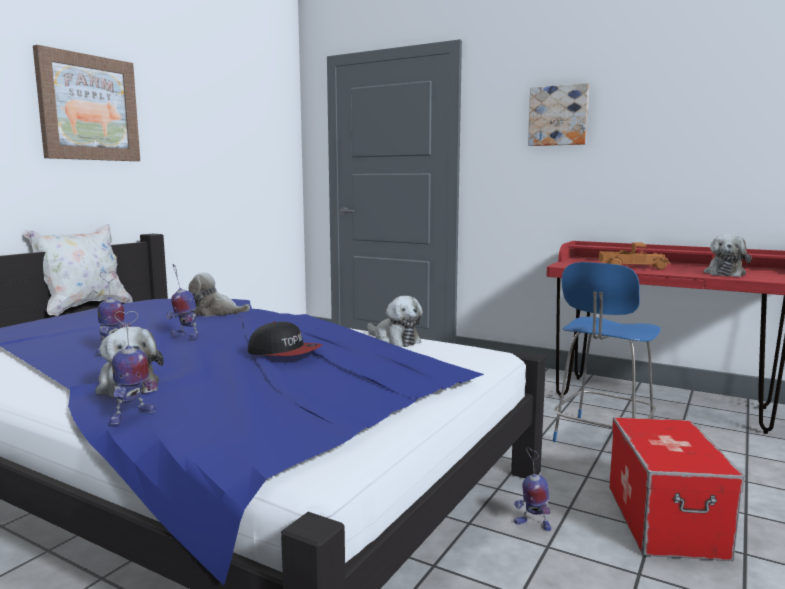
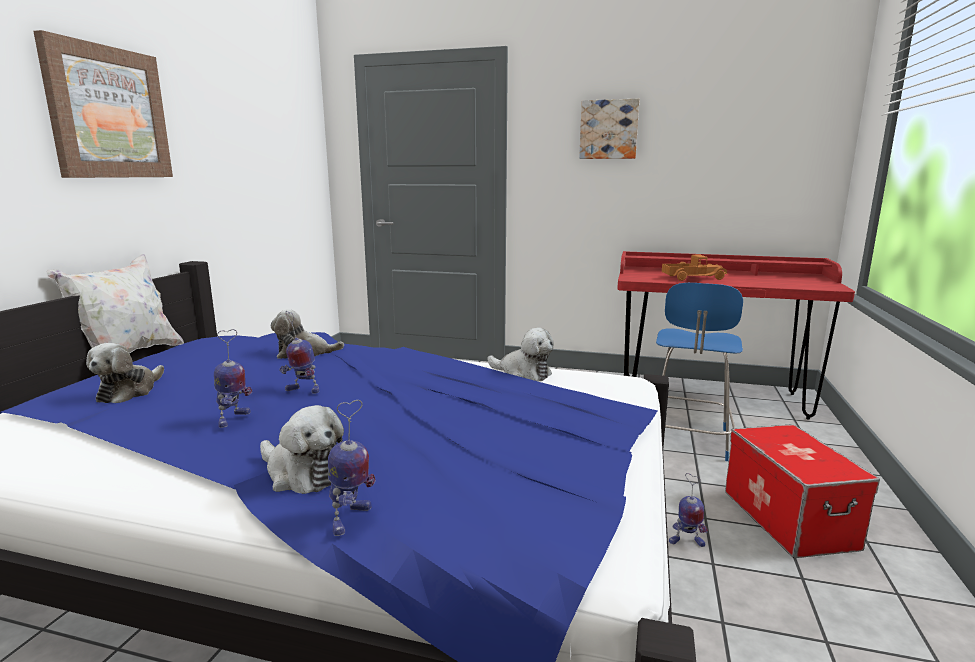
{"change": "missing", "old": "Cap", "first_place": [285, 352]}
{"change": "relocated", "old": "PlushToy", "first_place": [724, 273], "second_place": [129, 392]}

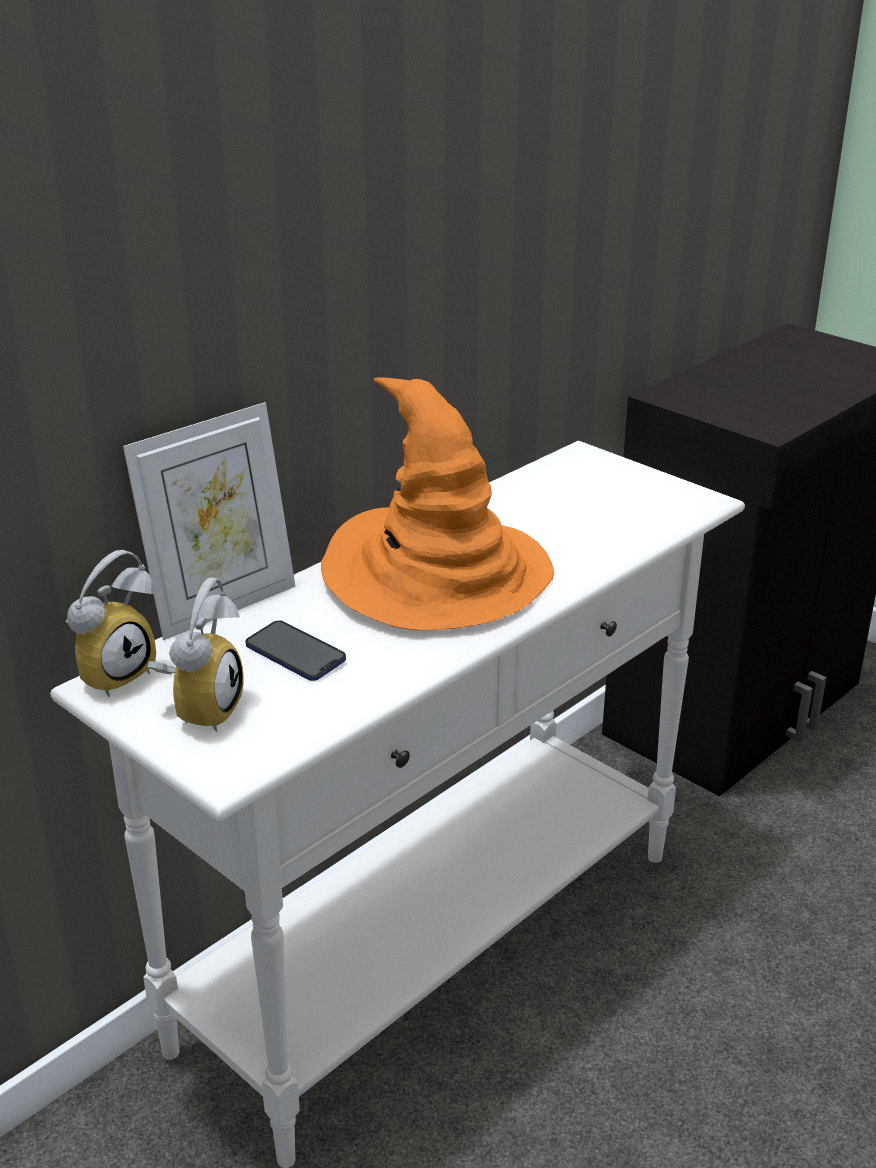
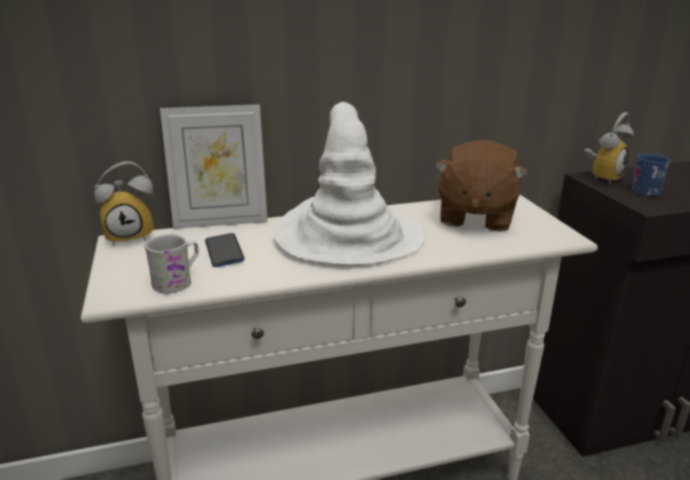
{"change": "relocated", "old": "AlarmClock", "first_place": [200, 708], "second_place": [602, 177]}
{"change": "colour", "old": "OrangeHat", "new": "WhiteHat", "first_place": [437, 575], "second_place": [348, 235]}
{"change": "appeared", "new": "WhiteMug", "second_place": [178, 282]}
{"change": "appeared", "new": "BrownPlushToy", "second_place": [475, 216]}
{"change": "appeared", "new": "BlueMug", "second_place": [644, 189]}

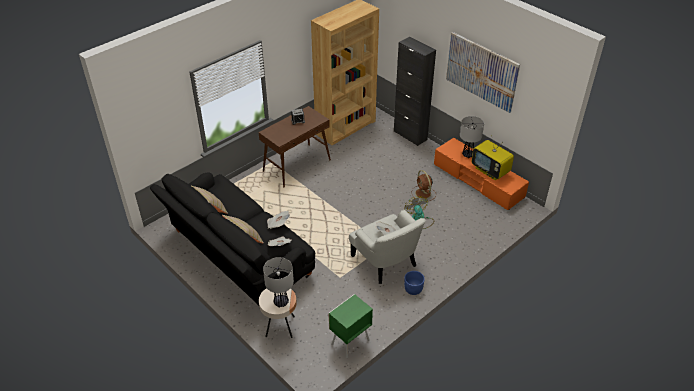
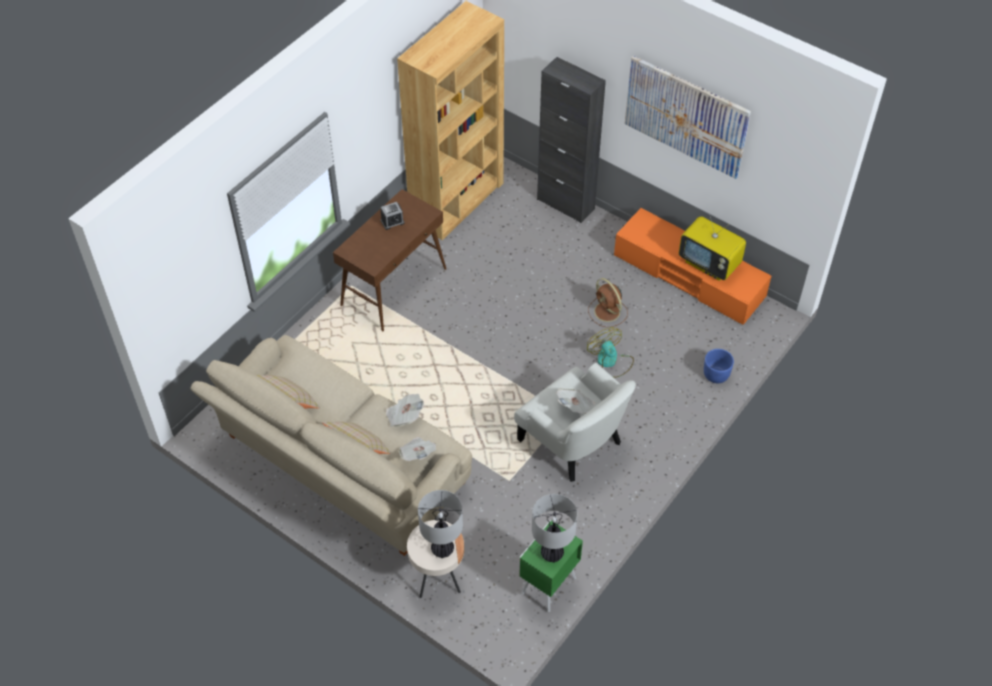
{"change": "colour", "old": "BlackSofa", "new": "BeigeSofa", "first_place": [237, 256], "second_place": [340, 467]}
{"change": "relocated", "old": "BluePlanter", "first_place": [413, 289], "second_place": [716, 375]}
{"change": "relocated", "old": "TableLamp", "first_place": [468, 154], "second_place": [552, 553]}

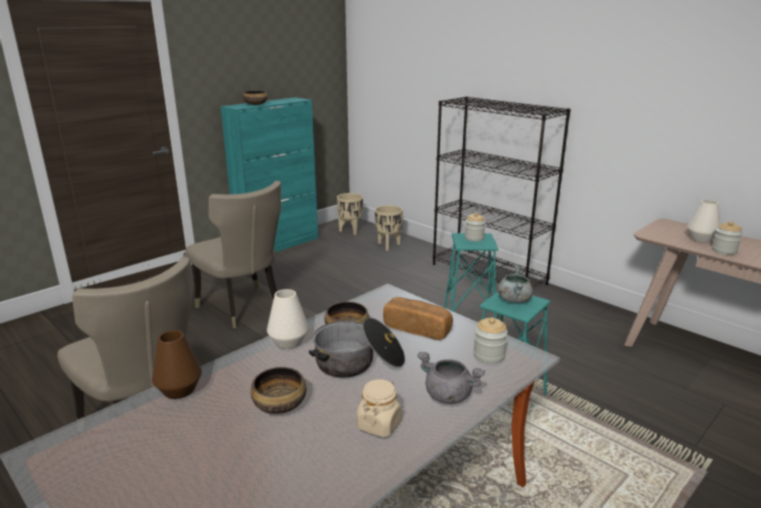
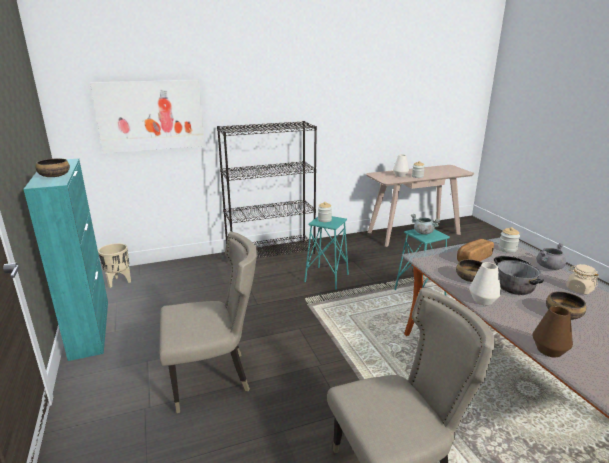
{"change": "missing", "old": "BeigePlanter", "first_place": [388, 246]}
{"change": "appeared", "new": "Picture", "second_place": [151, 115]}

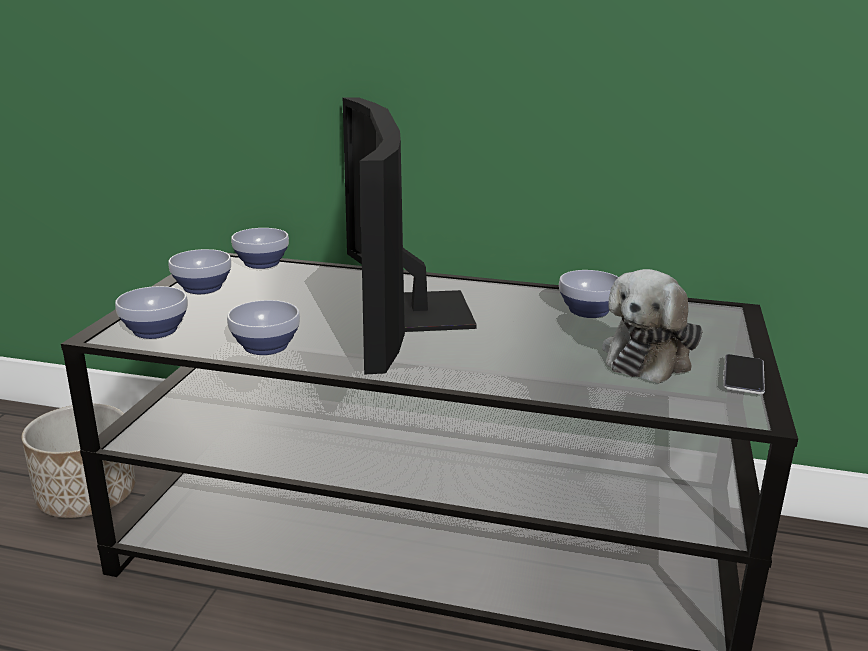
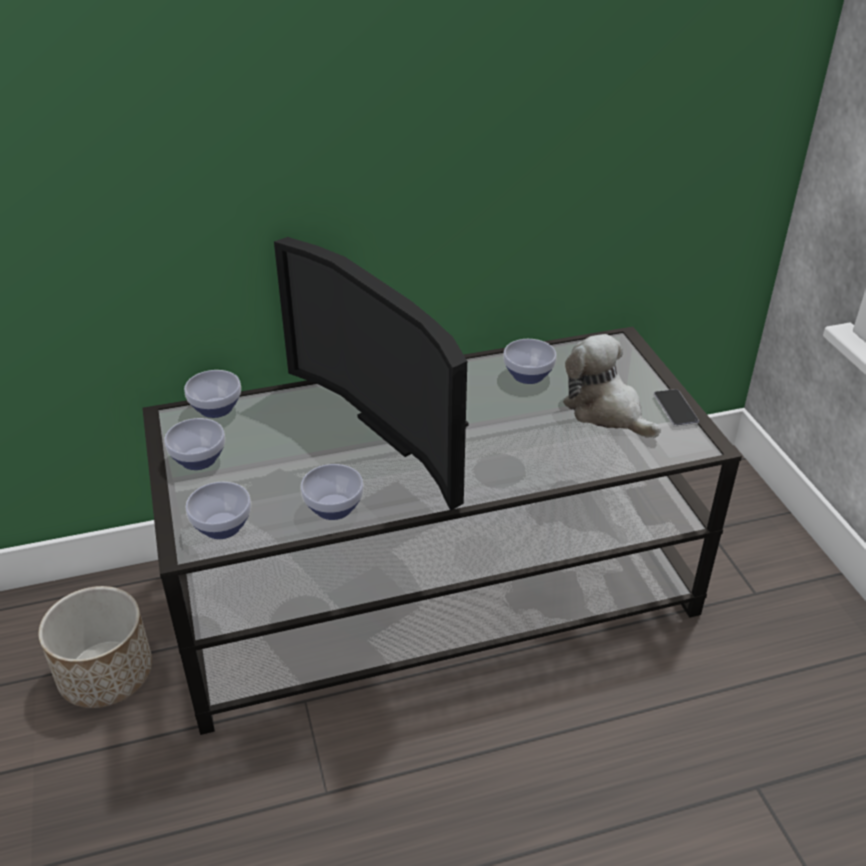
{"change": "spun", "old": "PlushToy", "first_place": [649, 357], "second_place": [606, 411], "degrees": 135}

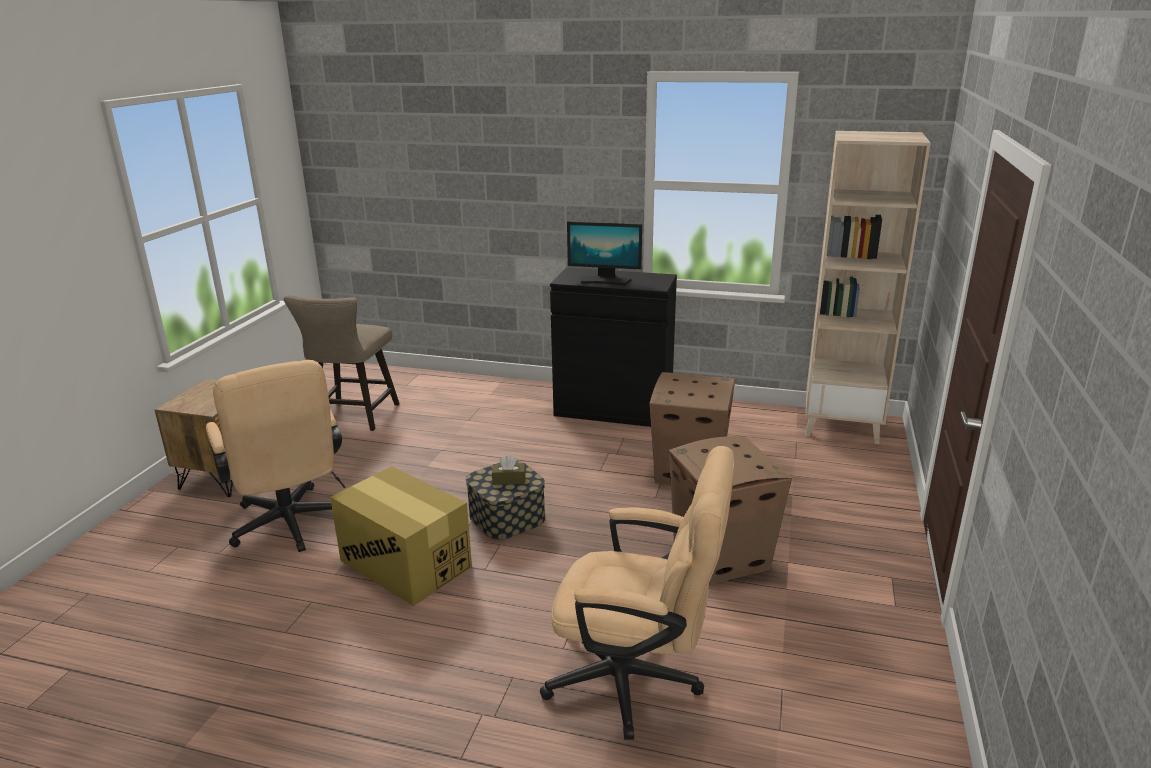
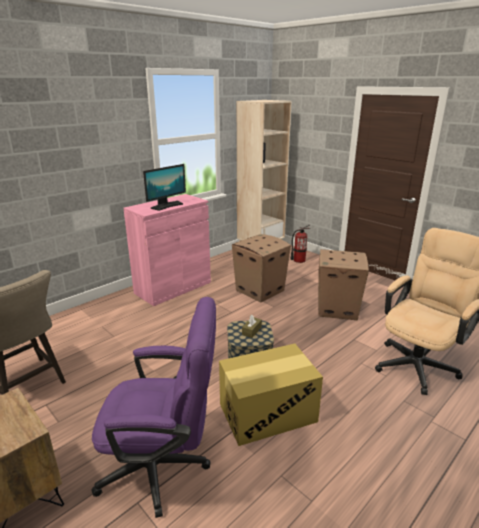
{"change": "colour", "old": "BeigeOfficeChair", "new": "PurpleOfficeChair", "first_place": [290, 527], "second_place": [164, 467]}
{"change": "colour", "old": "BlackCabinet", "new": "PinkCabinet", "first_place": [613, 410], "second_place": [173, 288]}
{"change": "appeared", "new": "FireExtinguisher", "second_place": [299, 260]}

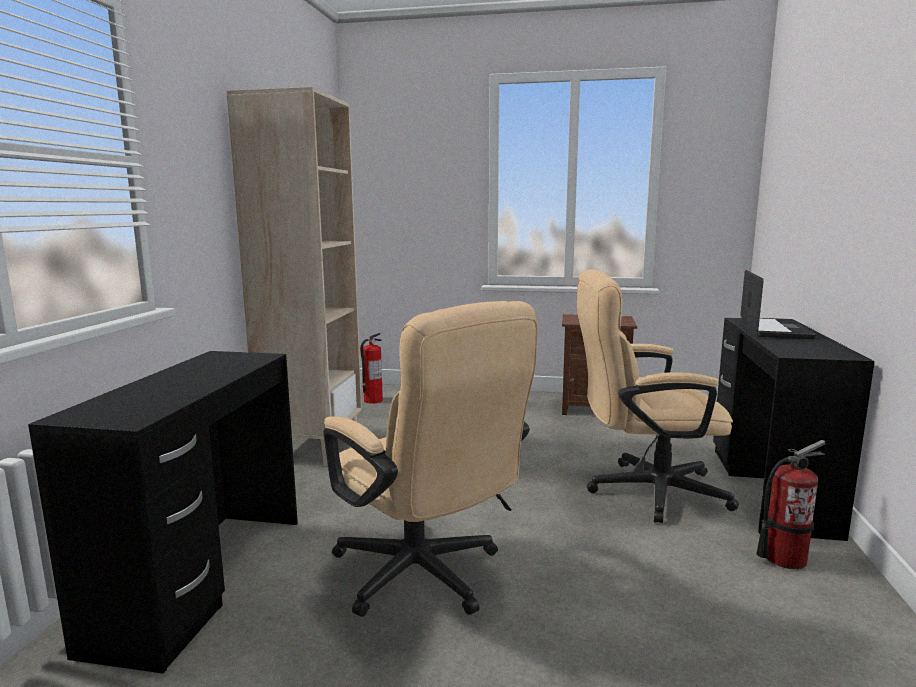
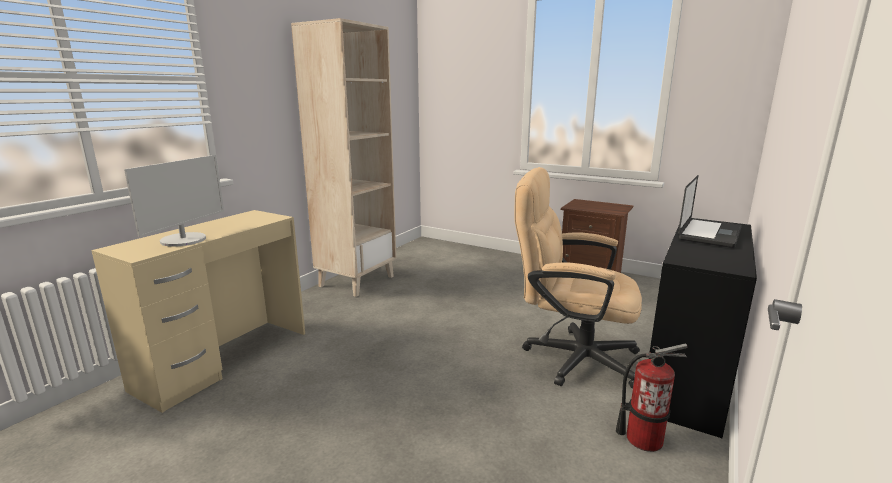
{"change": "colour", "old": "BlackDesk", "new": "BeigeDesk", "first_place": [202, 579], "second_place": [224, 359]}
{"change": "missing", "old": "BeigeOfficeChair", "first_place": [426, 578]}
{"change": "missing", "old": "FireExtinguisher", "first_place": [373, 400]}
{"change": "appeared", "new": "Monitor", "second_place": [184, 240]}

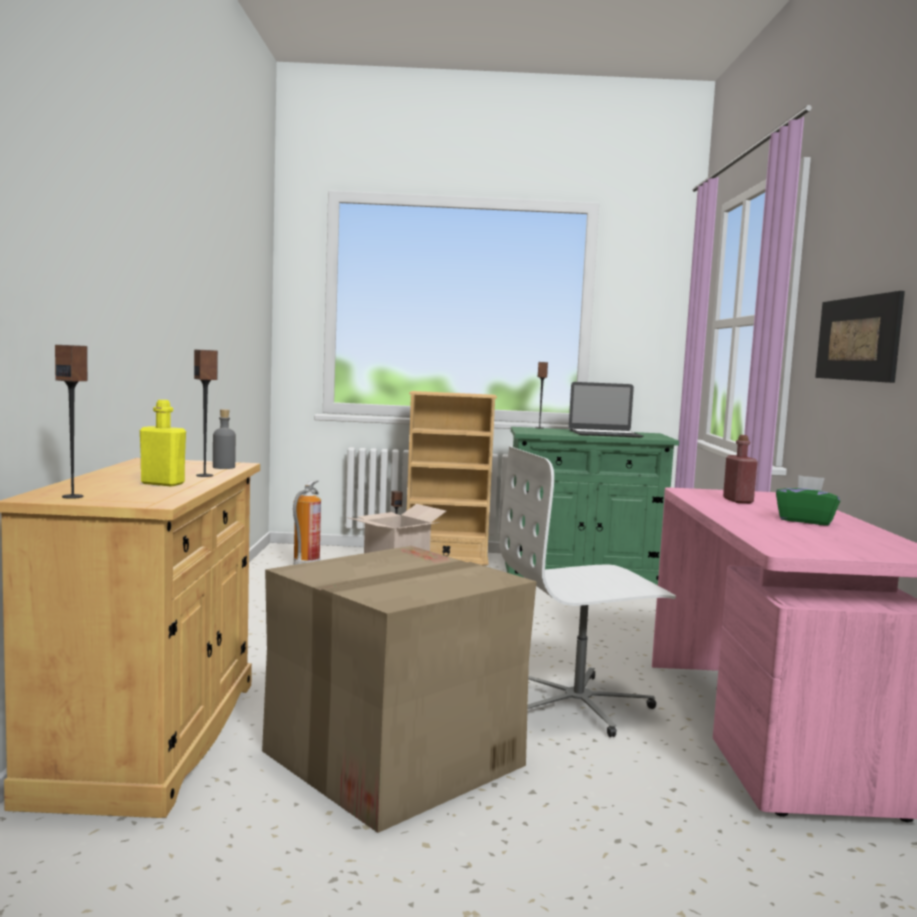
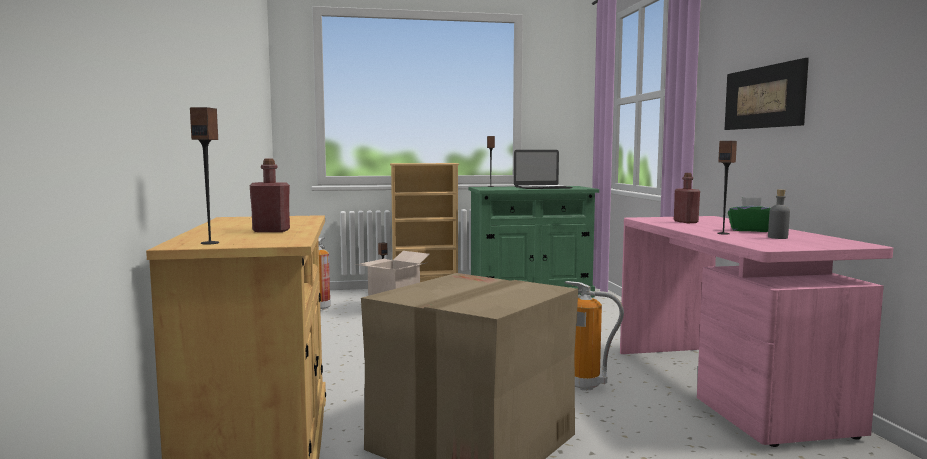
{"change": "colour", "old": "YellowBottle", "new": "RedBottle", "first_place": [162, 483], "second_place": [271, 231]}
{"change": "relocated", "old": "Speaker", "first_place": [205, 475], "second_place": [723, 233]}
{"change": "relocated", "old": "GreyBottle", "first_place": [224, 467], "second_place": [777, 237]}
{"change": "exchanged", "old": "WhiteOfficeChair", "new": "FireExtinguisher", "first_place": [579, 704], "second_place": [586, 386]}

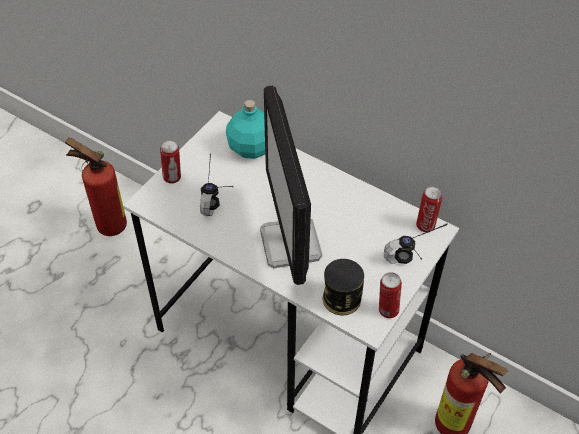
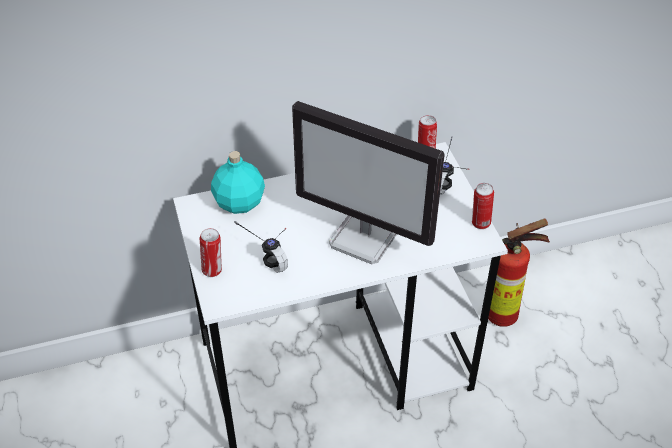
{"change": "missing", "old": "FireExtinguisher", "first_place": [107, 224]}
{"change": "missing", "old": "Can", "first_place": [341, 298]}

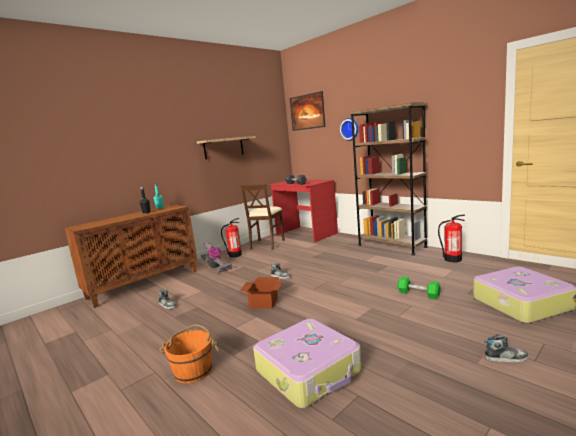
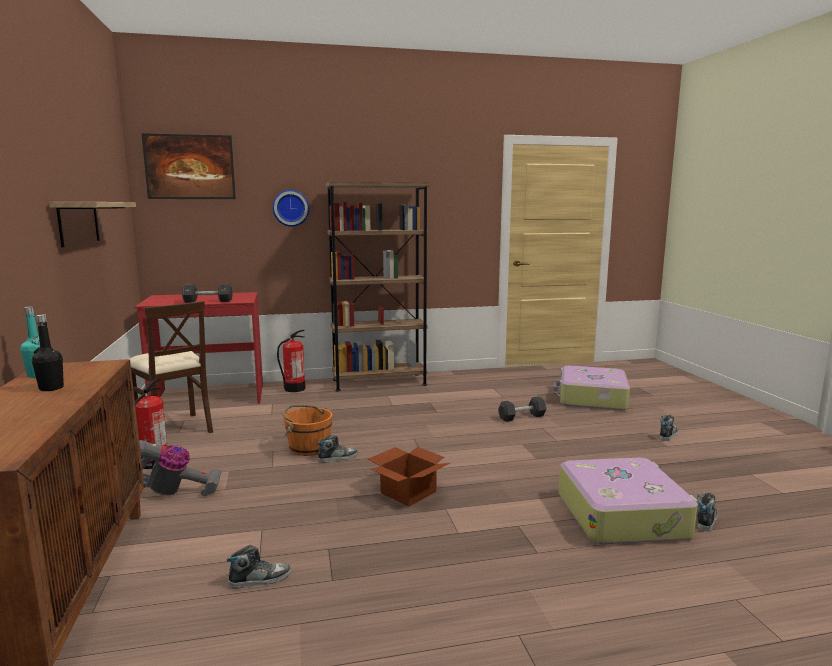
{"change": "relocated", "old": "OrangeBucket", "first_place": [193, 370], "second_place": [308, 447]}
{"change": "colour", "old": "GreenDumbbell", "new": "BlackDumbbell", "first_place": [418, 294], "second_place": [522, 417]}
{"change": "relocated", "old": "FireExtinguisher", "first_place": [452, 259], "second_place": [294, 389]}
{"change": "appeared", "new": "Shoe", "second_place": [705, 519]}

